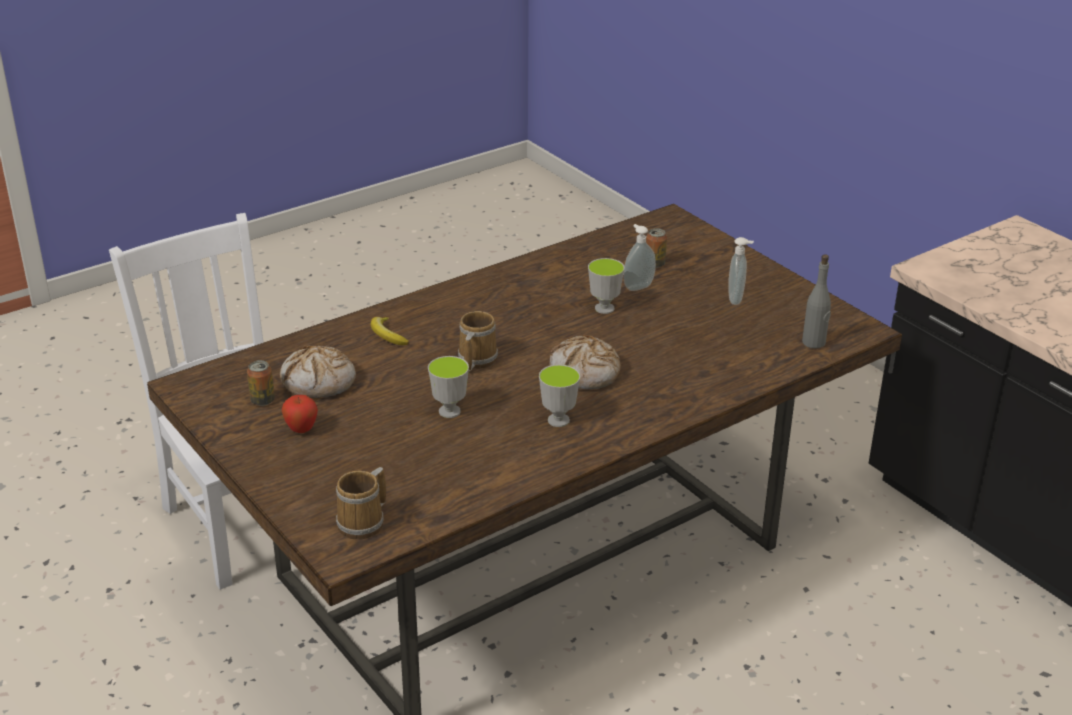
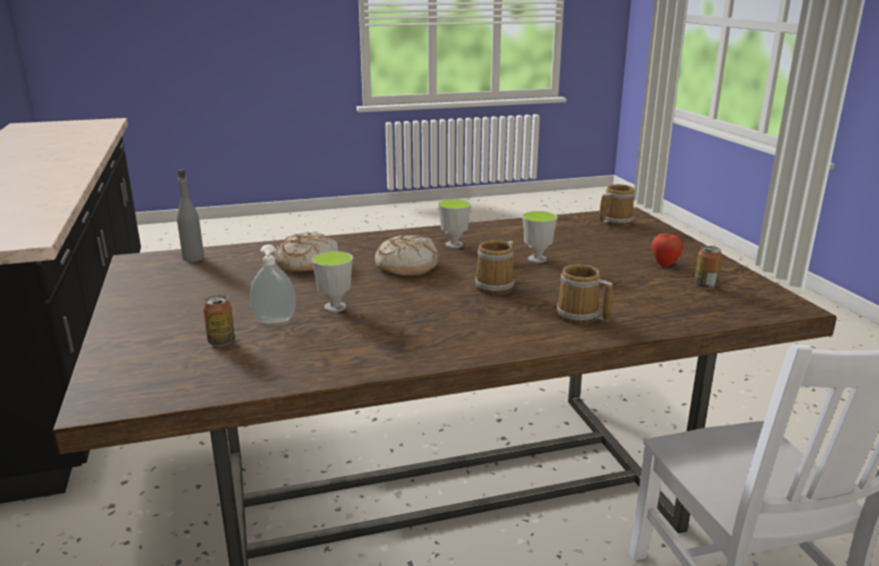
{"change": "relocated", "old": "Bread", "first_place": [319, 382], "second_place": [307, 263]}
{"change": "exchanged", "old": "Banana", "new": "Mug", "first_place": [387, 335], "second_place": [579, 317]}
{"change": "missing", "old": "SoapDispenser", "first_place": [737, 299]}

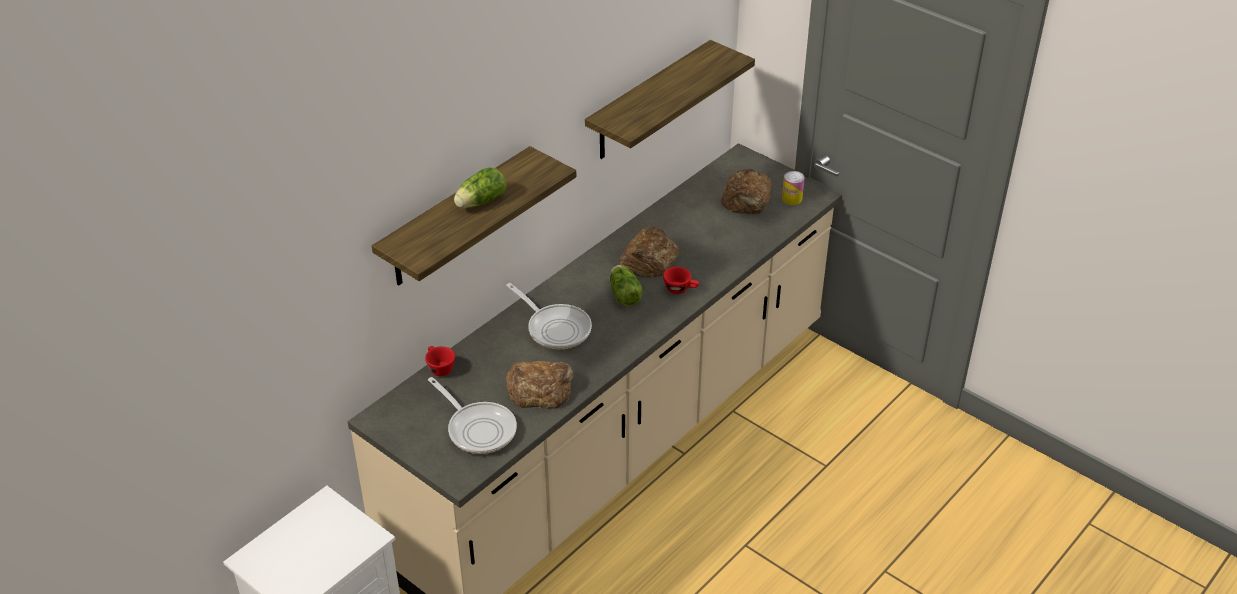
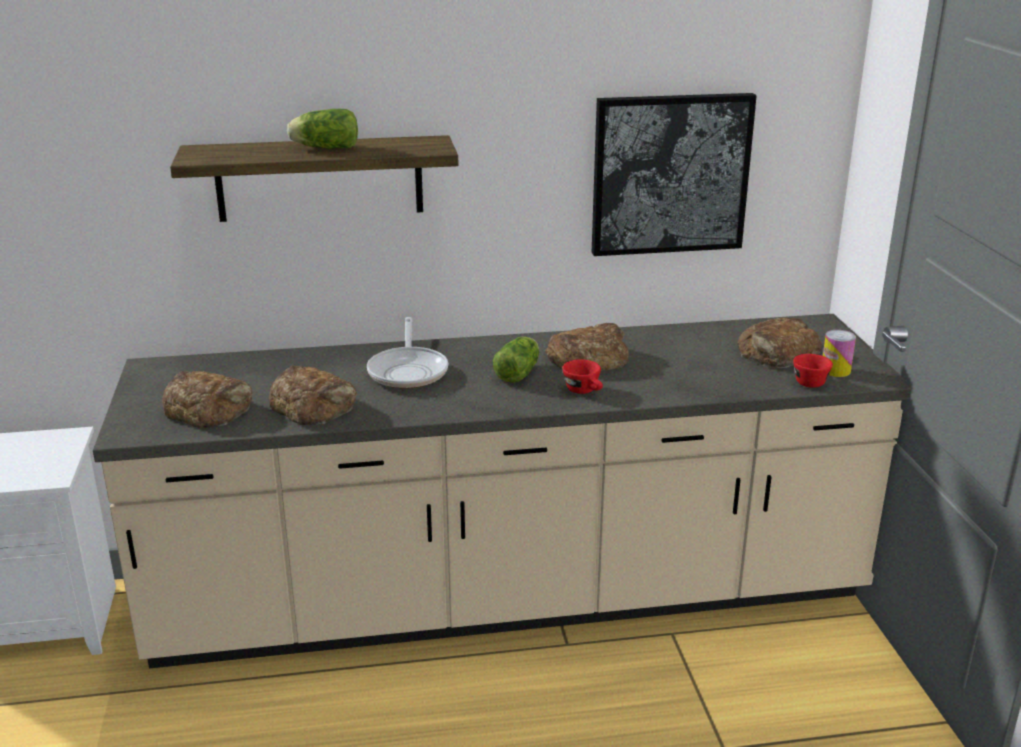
{"change": "relocated", "old": "RedCup", "first_place": [439, 367], "second_place": [808, 380]}
{"change": "exchanged", "old": "FryingPan", "new": "Bread", "first_place": [478, 429], "second_place": [208, 408]}
{"change": "exchanged", "old": "Shelf", "new": "Picture", "first_place": [649, 102], "second_place": [670, 174]}

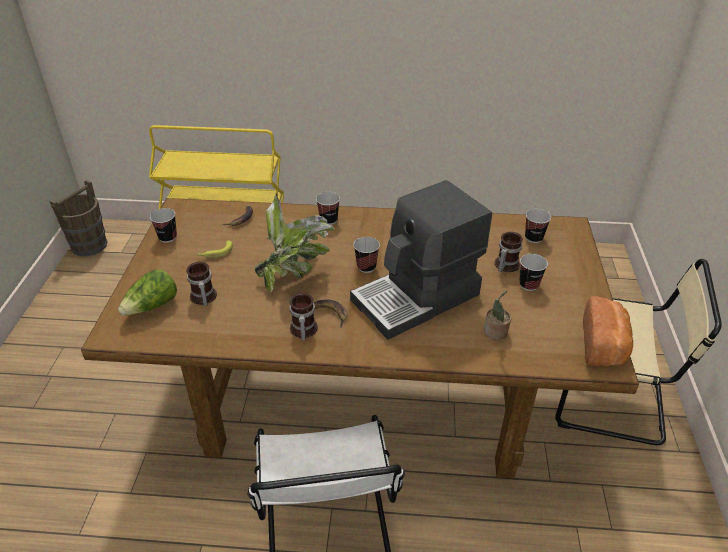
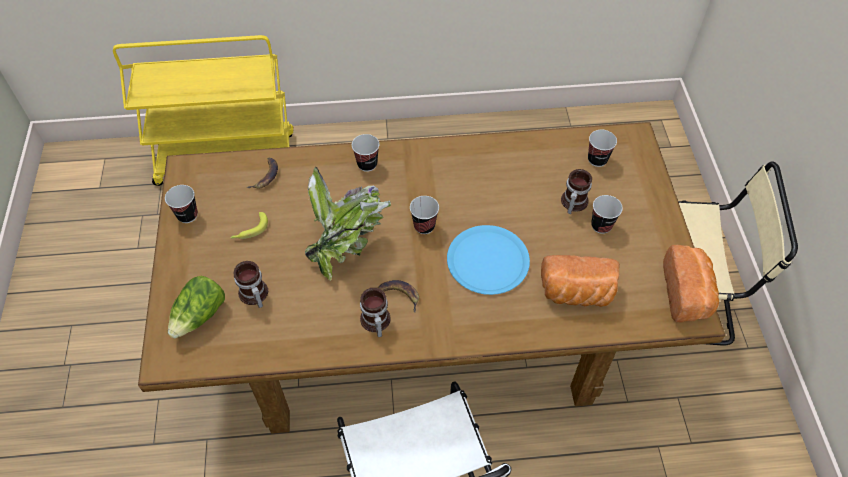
{"change": "missing", "old": "BrownBucket", "first_place": [89, 245]}
{"change": "exchanged", "old": "CoffeeMachine", "new": "BluePlate", "first_place": [417, 298], "second_place": [488, 260]}
{"change": "exchanged", "old": "PottedPlant", "new": "Bread", "first_place": [495, 332], "second_place": [576, 293]}

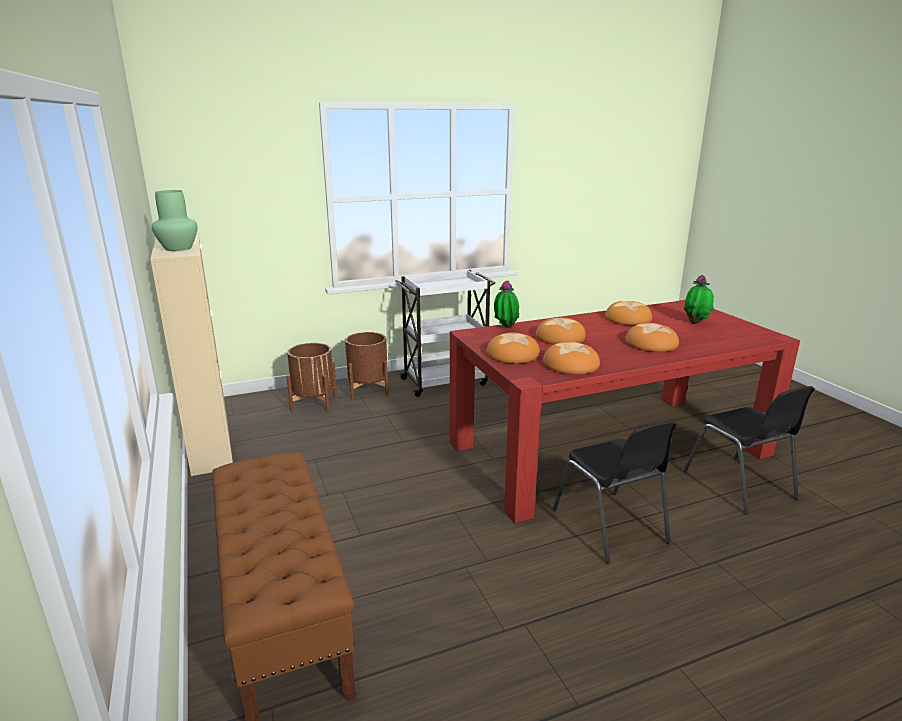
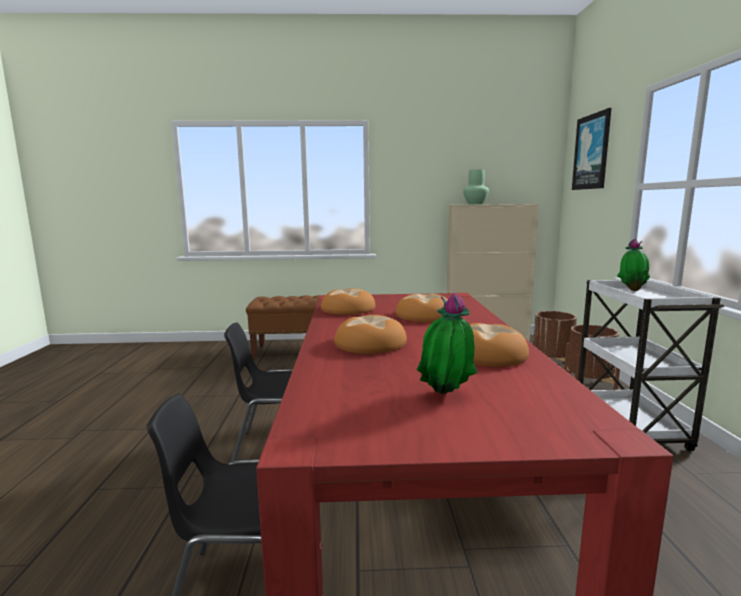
{"change": "missing", "old": "Bread", "first_place": [512, 354]}
{"change": "relocated", "old": "PottedPlant", "first_place": [505, 328], "second_place": [632, 290]}
{"change": "appeared", "new": "Picture", "second_place": [592, 152]}

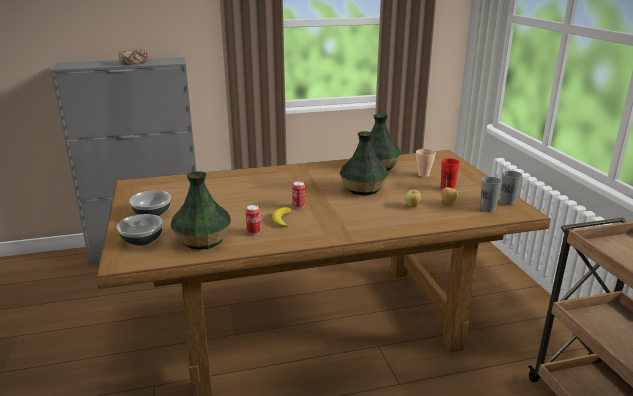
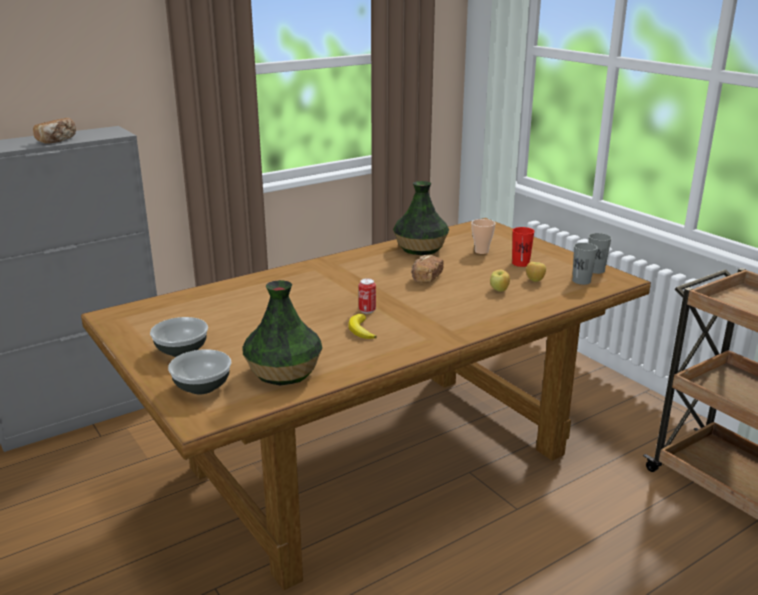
{"change": "missing", "old": "Can", "first_place": [254, 232]}
{"change": "exchanged", "old": "Vase", "new": "Bread", "first_place": [363, 188], "second_place": [426, 278]}

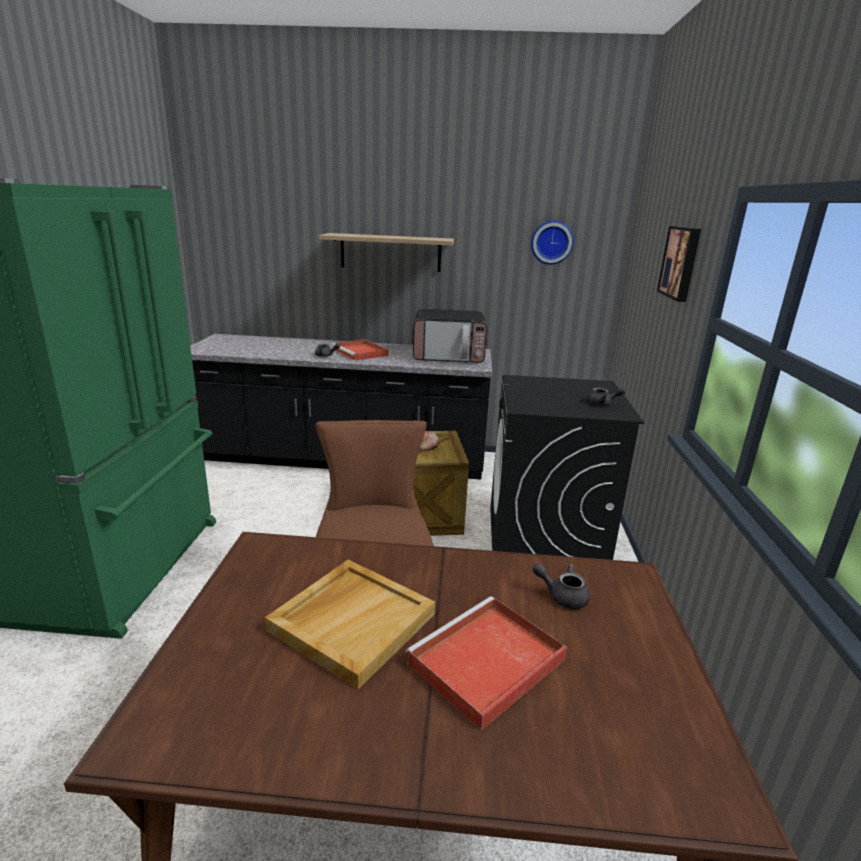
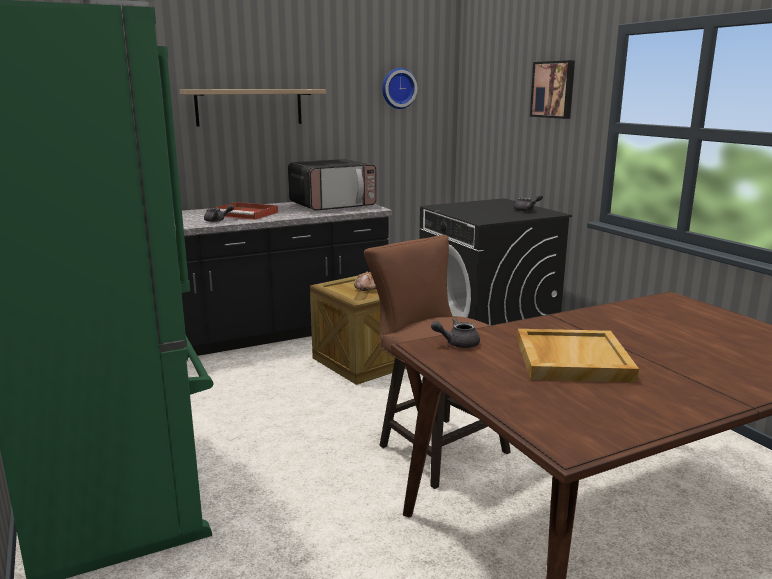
{"change": "missing", "old": "RedTray", "first_place": [485, 663]}
{"change": "relocated", "old": "GreyTeapot", "first_place": [562, 596], "second_place": [457, 344]}

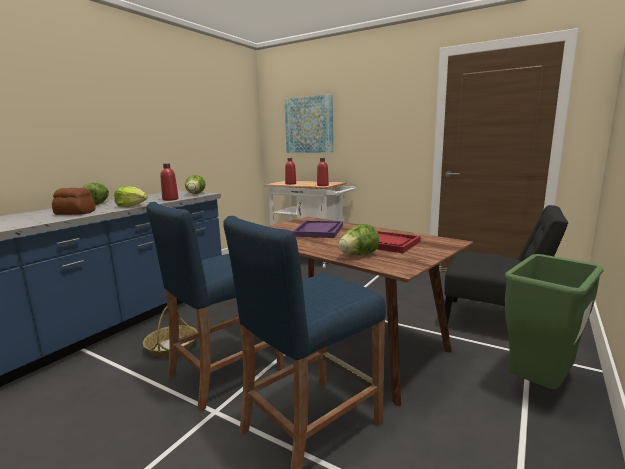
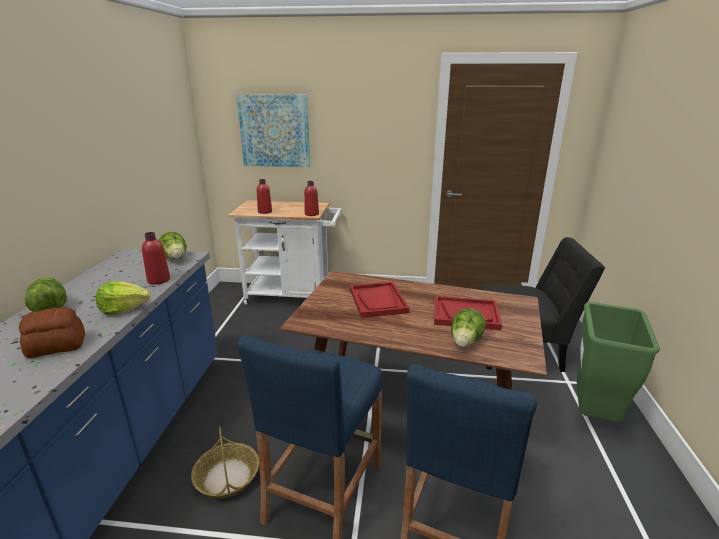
{"change": "colour", "old": "PurpleTray", "new": "RedTray", "first_place": [319, 231], "second_place": [378, 301]}

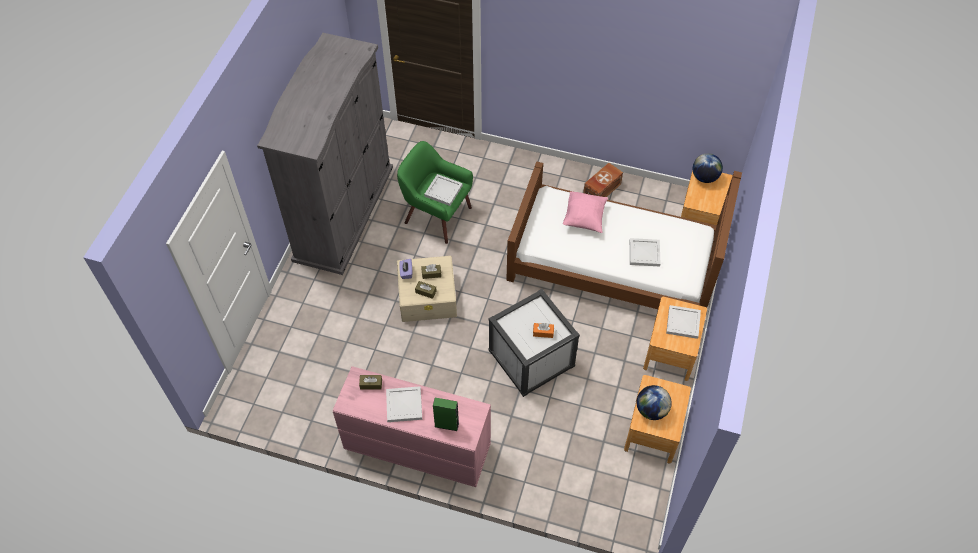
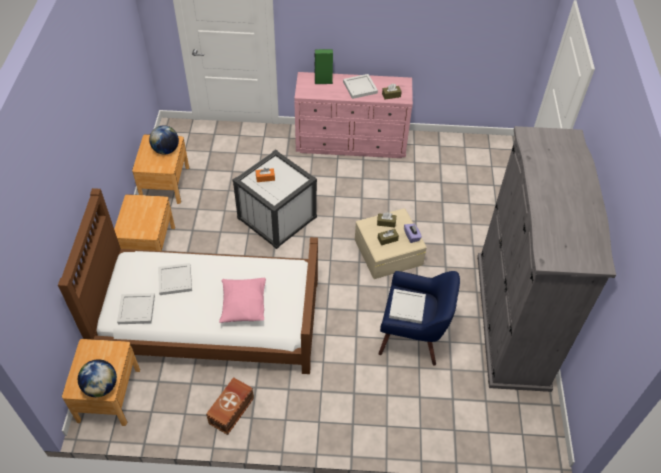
{"change": "colour", "old": "GreenArmchair", "new": "BlueArmchair", "first_place": [436, 215], "second_place": [413, 336]}
{"change": "relocated", "old": "WhiteTray", "first_place": [682, 322], "second_place": [137, 310]}

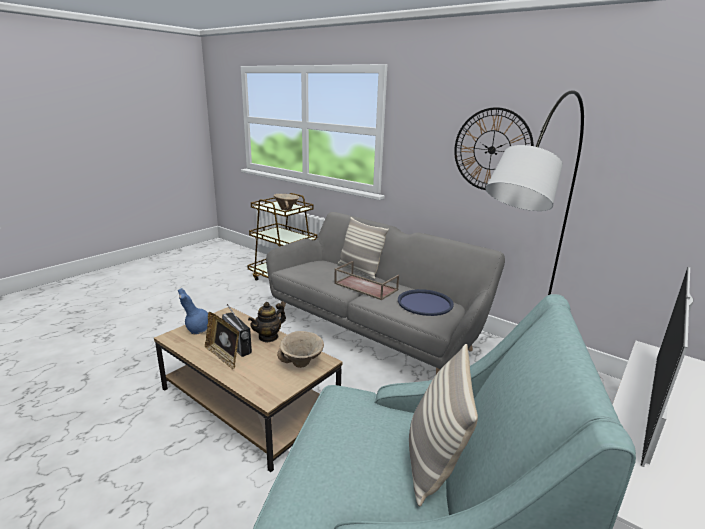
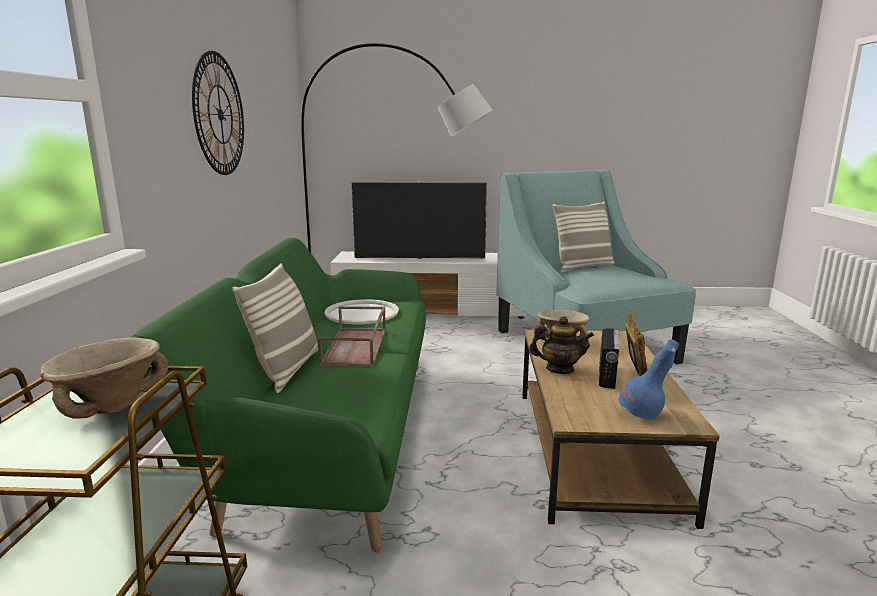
{"change": "colour", "old": "GreySofa", "new": "GreenSofa", "first_place": [375, 331], "second_place": [329, 432]}
{"change": "colour", "old": "BlueTray", "new": "WhiteTray", "first_place": [425, 303], "second_place": [362, 313]}

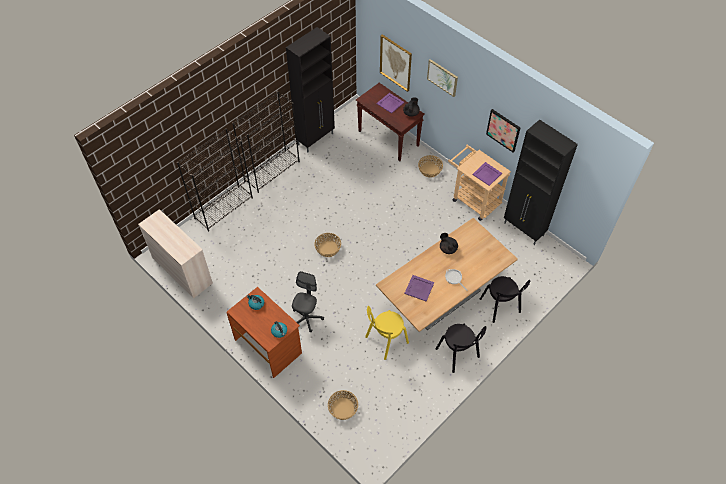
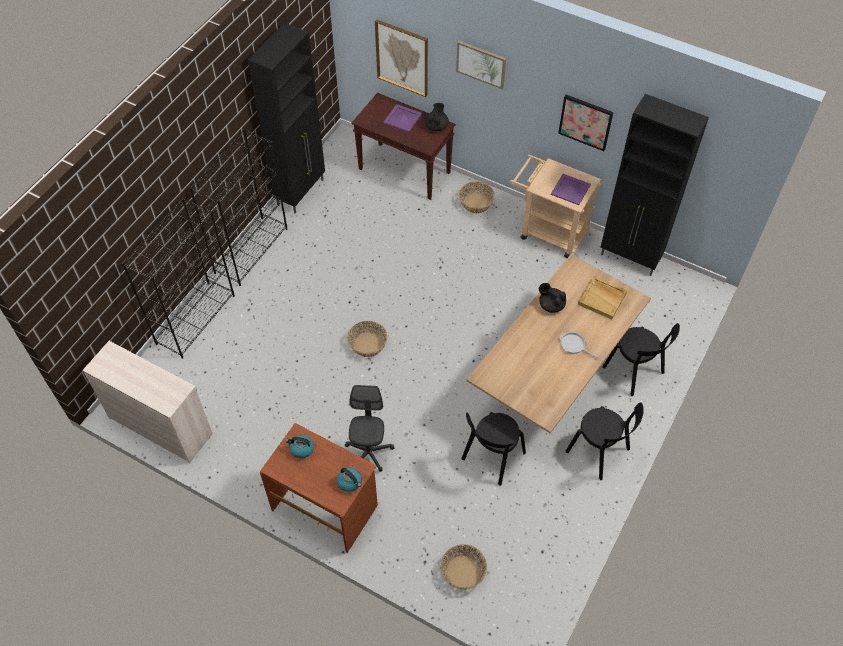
{"change": "colour", "old": "YellowChair", "new": "BlackChair", "first_place": [385, 341], "second_place": [491, 458]}
{"change": "missing", "old": "PurpleTray", "first_place": [419, 288]}
{"change": "appeared", "new": "BeigeTray", "second_place": [602, 298]}

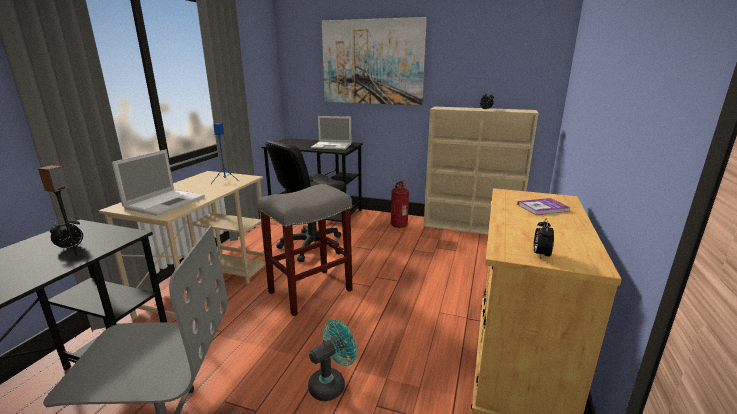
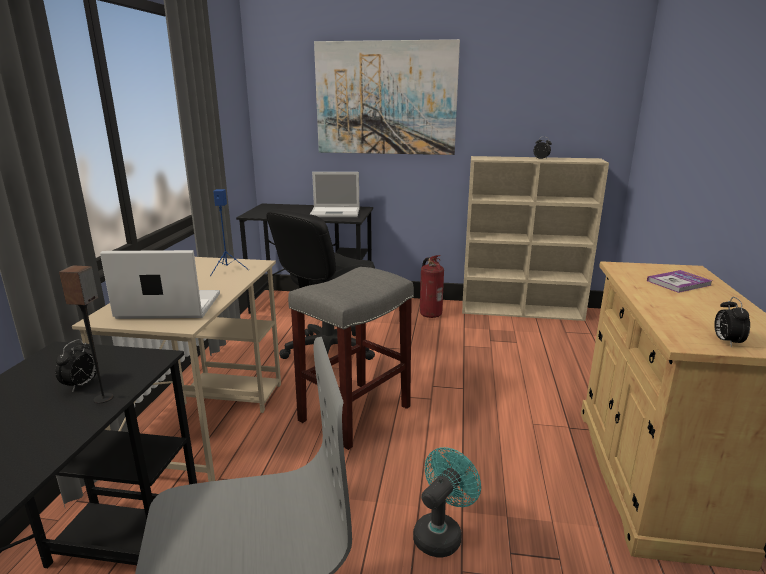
{"change": "spun", "old": "Laptop", "first_place": [166, 202], "second_place": [167, 306], "degrees": -105}

